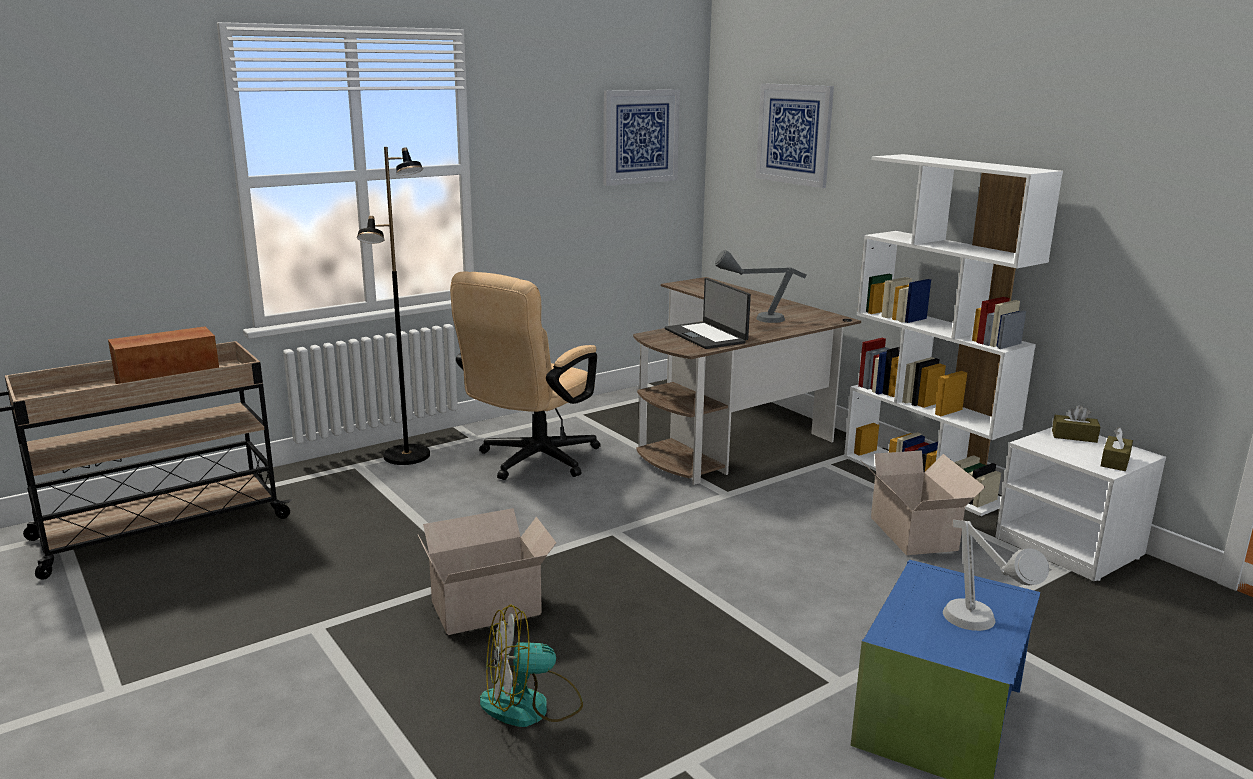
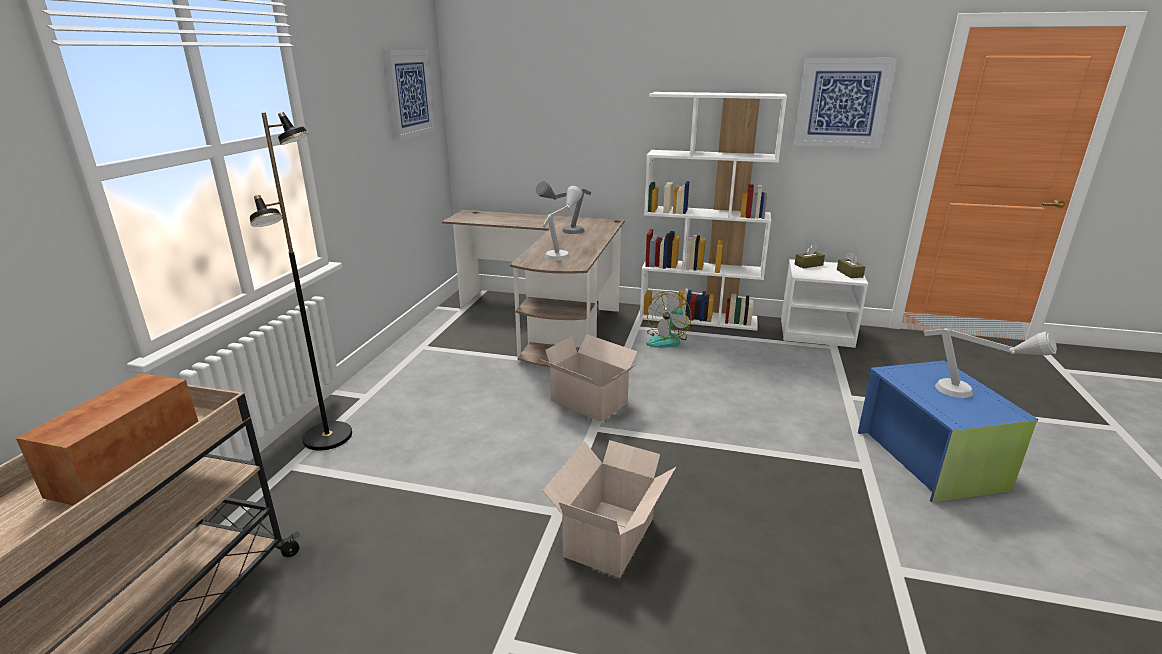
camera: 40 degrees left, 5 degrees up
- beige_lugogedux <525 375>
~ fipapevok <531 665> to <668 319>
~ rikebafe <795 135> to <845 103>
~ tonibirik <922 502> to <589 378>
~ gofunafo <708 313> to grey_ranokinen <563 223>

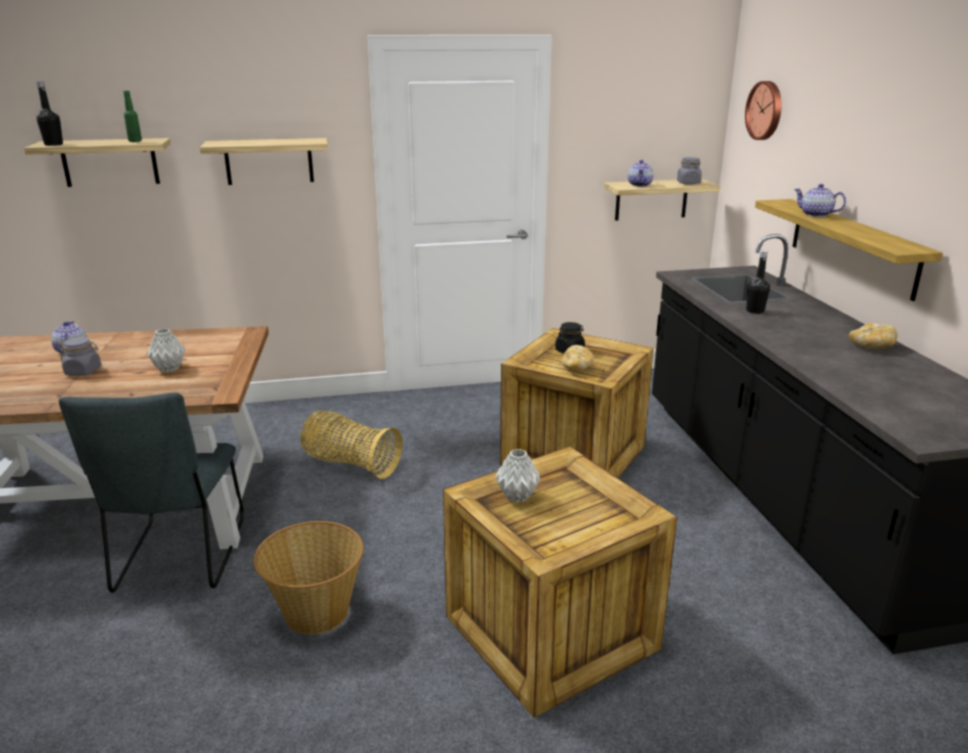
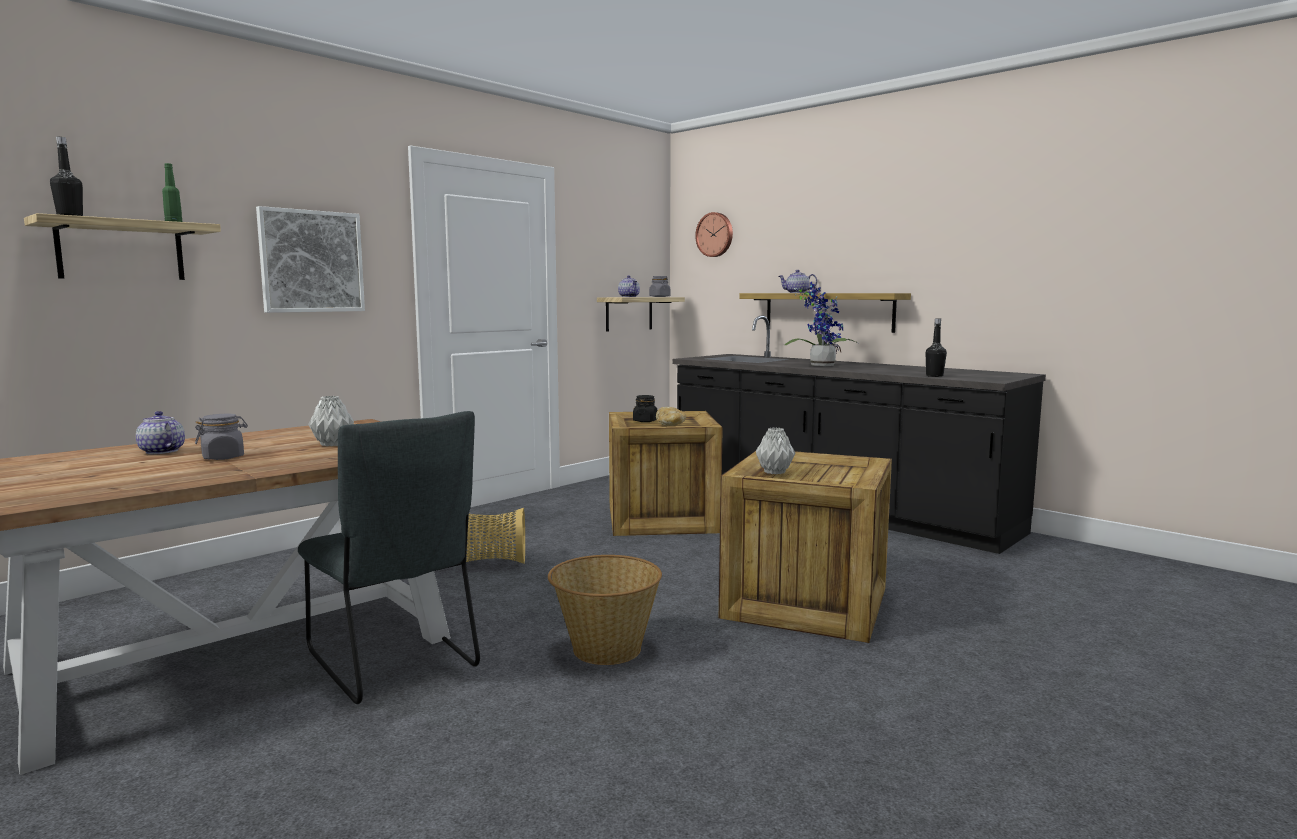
camera: 35 degrees left, 15 degrees down
- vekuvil <873 336>
+ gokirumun <821 324>
~ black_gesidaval <758 282> to <936 347>
~ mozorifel <264 161> to rikebafe <310 259>

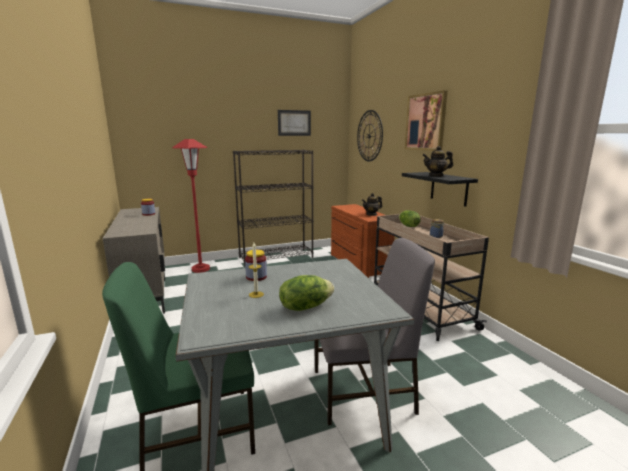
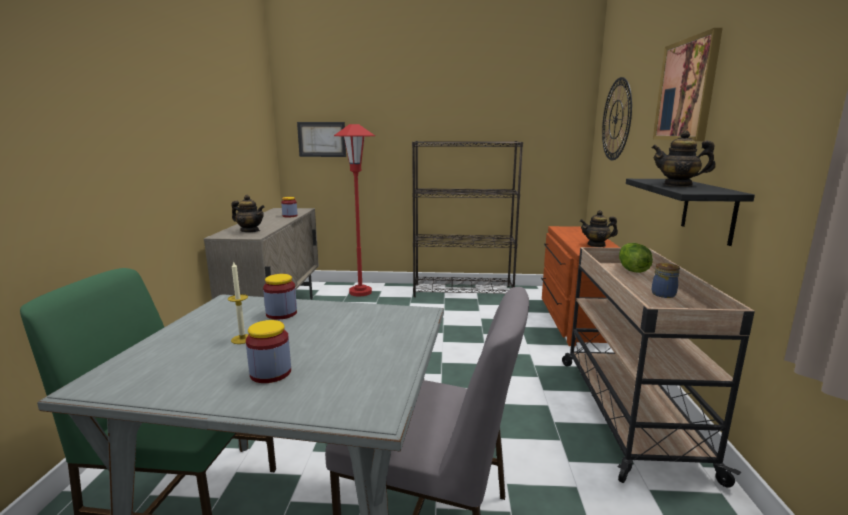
camera: 25 degrees right, 0 degrees up
+ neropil <248 213>
~ rikebafe <294 123> to <321 139>
~ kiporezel <306 293> to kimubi <268 351>

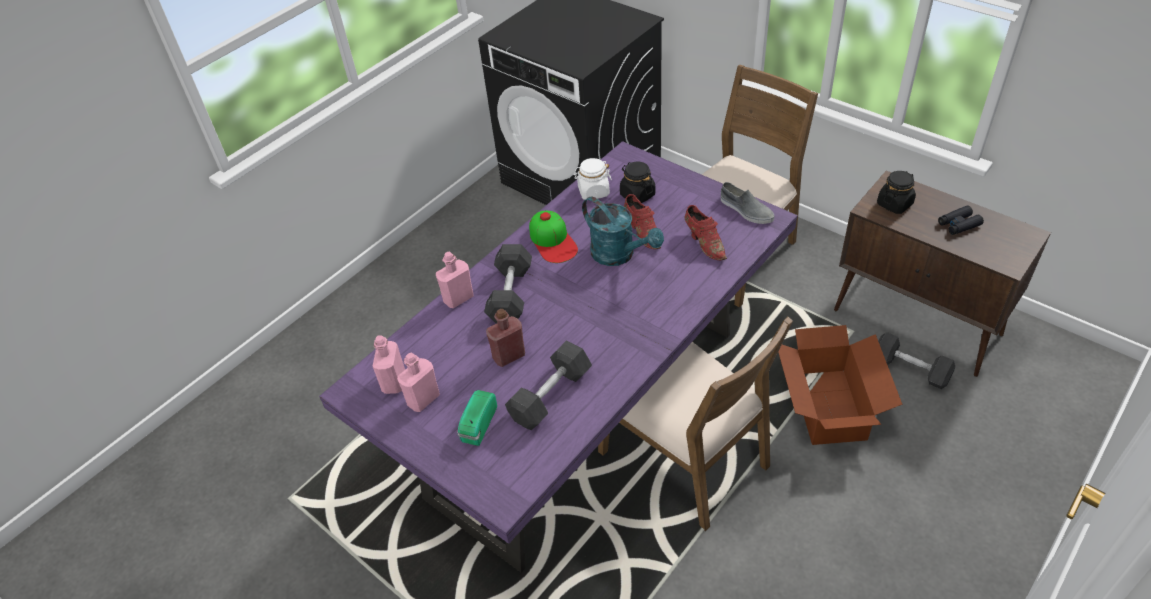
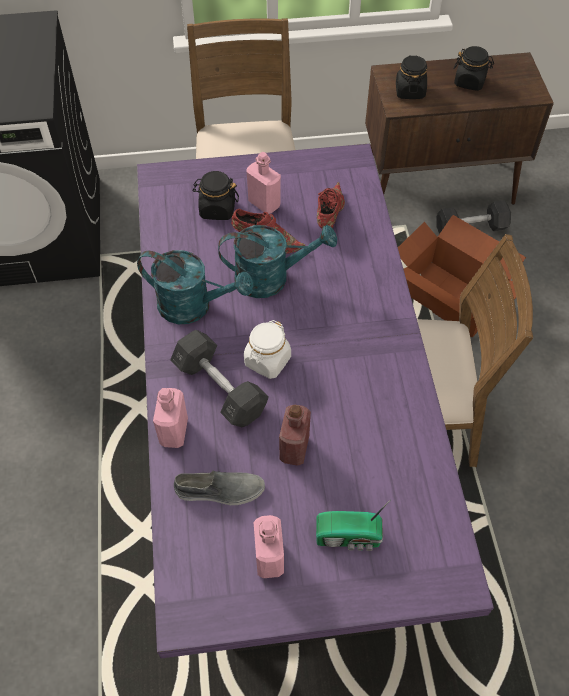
camera: 50 degrees left, 10 degrees up
- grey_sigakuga <548 385>
~ pink_gesidaval <389 364> to <264 183>
~ white_kimubi <592 179> to <267 349>
~ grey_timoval <747 203> to <219 487>
~ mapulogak <553 237> to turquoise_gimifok <195 287>
~ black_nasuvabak <961 220> to black_kimubi <473 68>
~ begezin <477 418> = <353 525> 60 degrees counterclockwise
~ red_timoval <706 232> = <331 205> 90 degrees counterclockwise

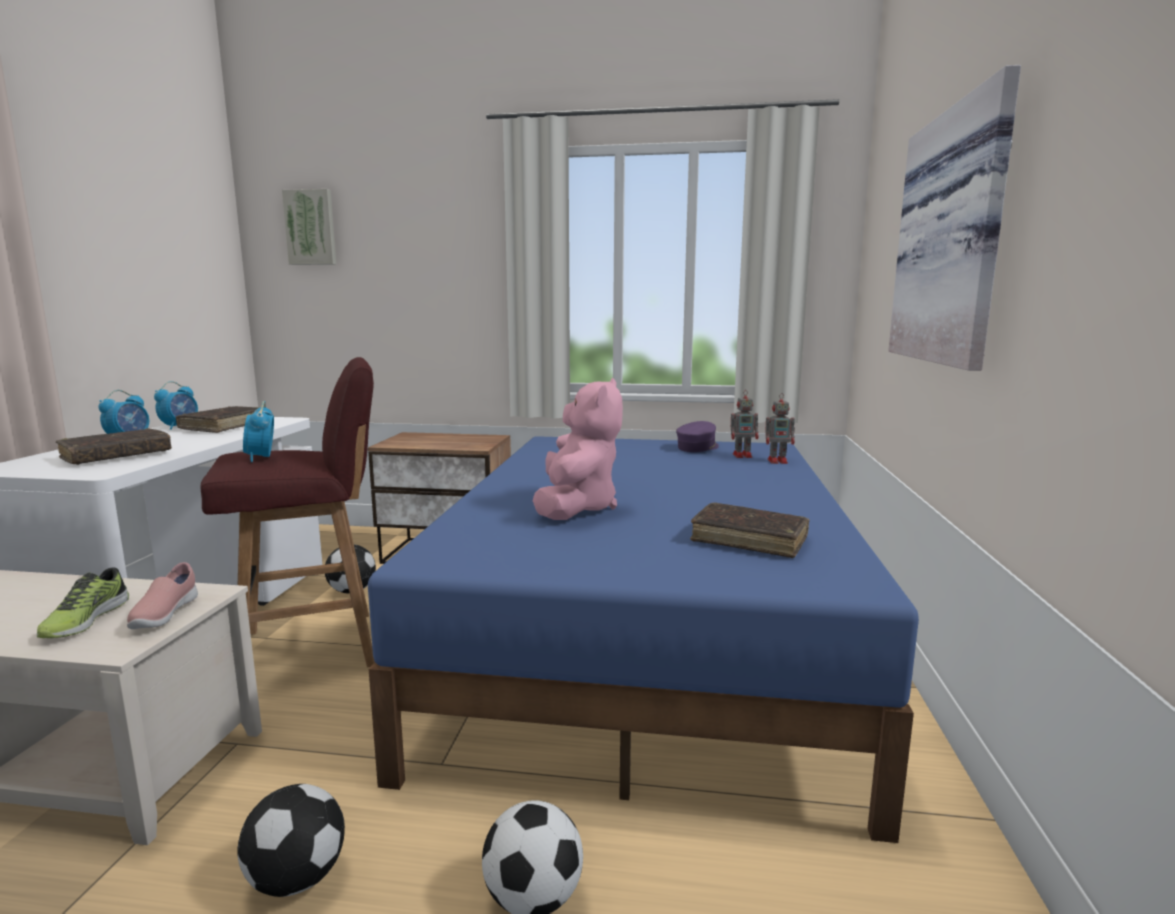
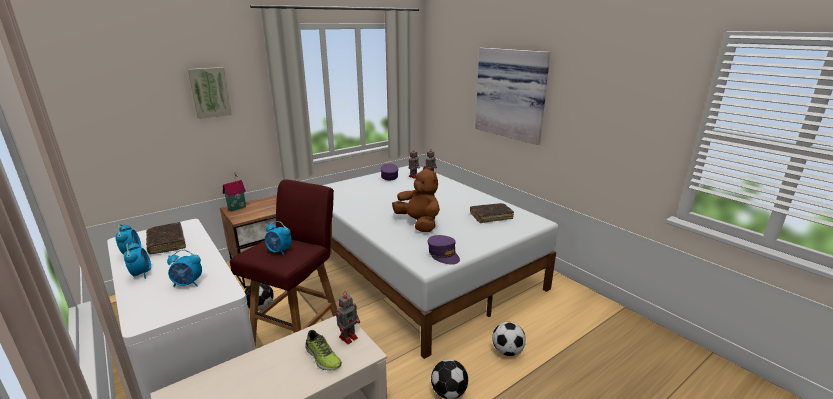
camera: 45 degrees left, 10 degrees up
+ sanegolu <234 192>
+ purple_mapulogak <444 250>
~ rikebafe <309 227> to <210 93>
~ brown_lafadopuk <114 446> to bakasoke <184 268>
~ pink_timoval <162 595> to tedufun <348 318>
~ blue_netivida <643 639> to white_netivida <440 262>
~ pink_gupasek <578 449> to brown_gupasek <416 199>

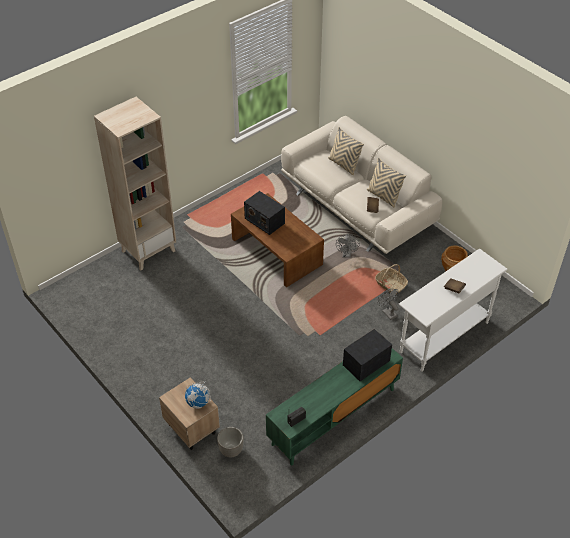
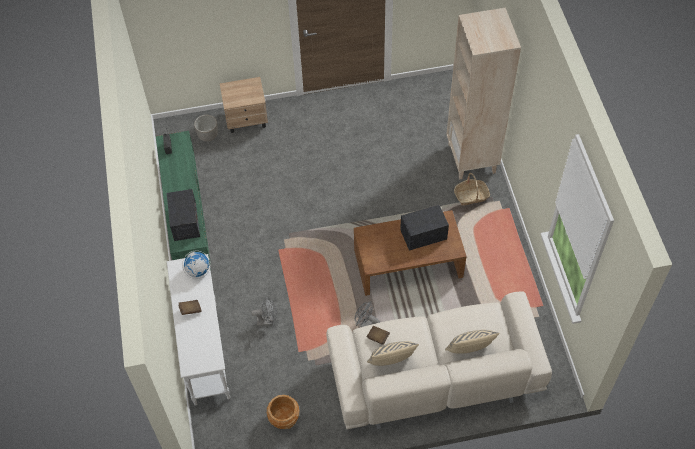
camera: 120 degrees right, 10 degrees up
~ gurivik <198 394> to <196 265>
~ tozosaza <391 279> to <472 189>

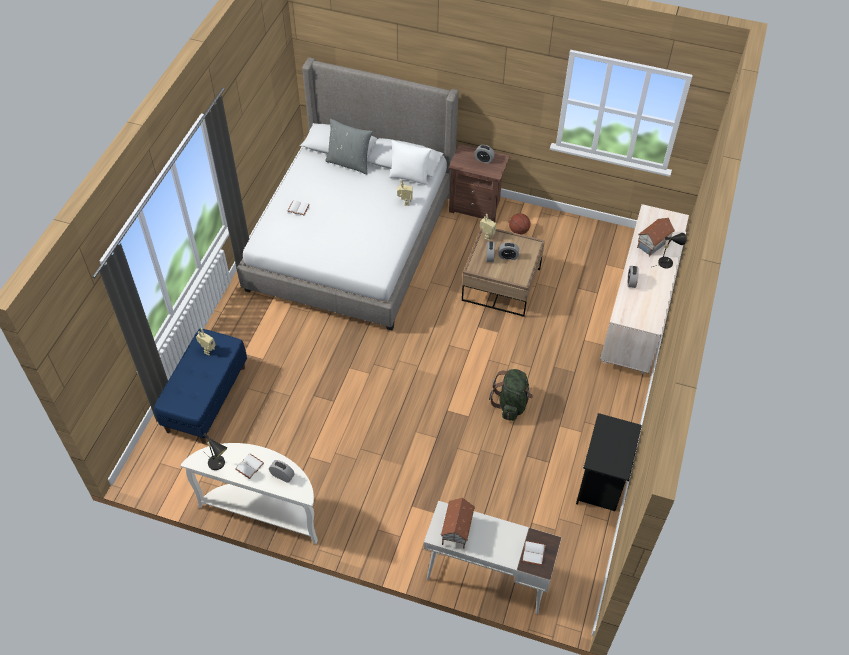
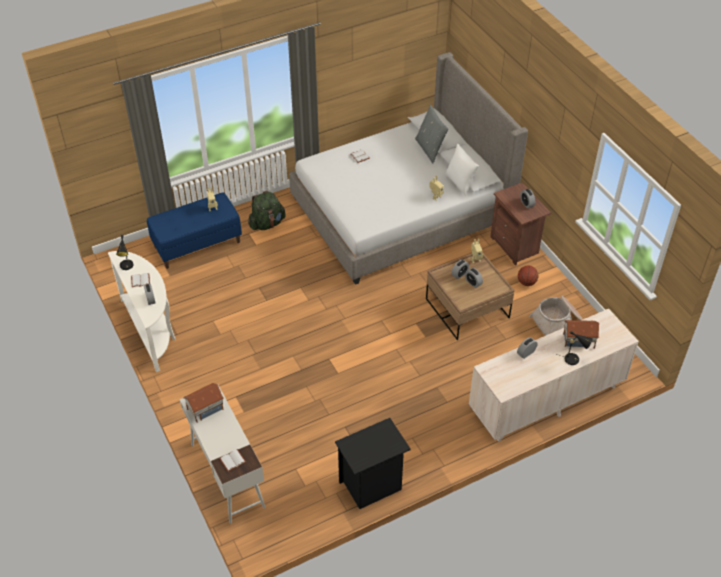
camera: 45 degrees right, 5 degrees down
+ tozosaza <556 315>
~ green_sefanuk <511 395> to <267 210>

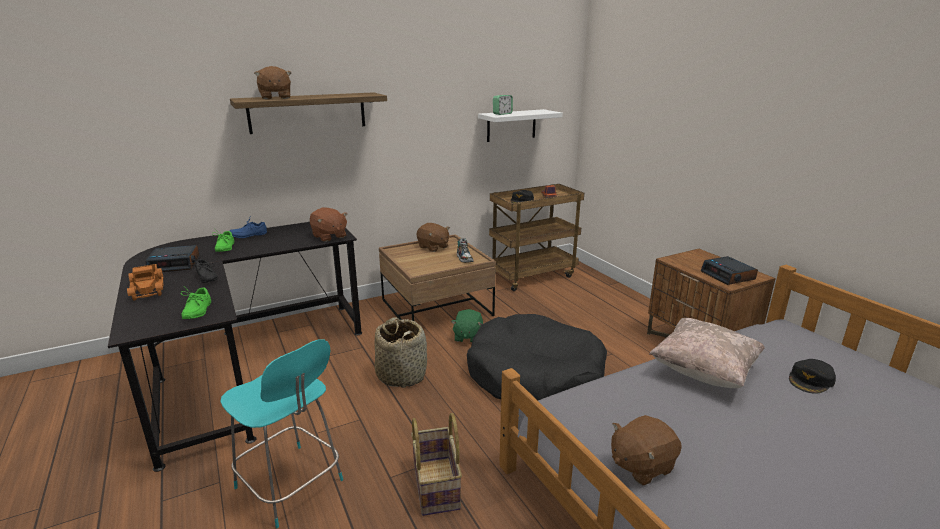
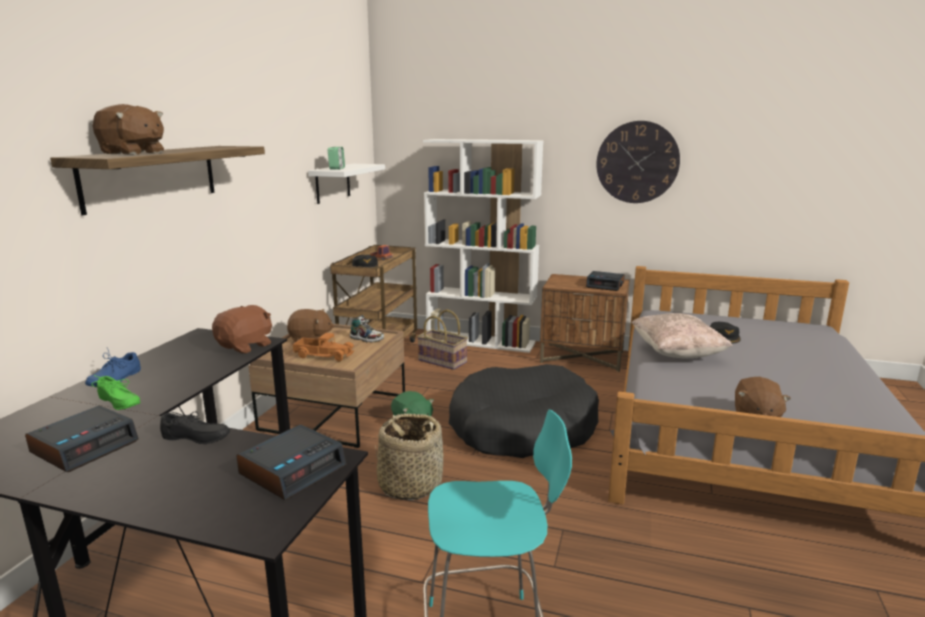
camera: 45 degrees left, 5 degrees down
+ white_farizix <483 246>
+ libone <638 162>
~ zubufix <145 282> to <323 347>
~ tozosaza <436 464> to <442 339>
~ green_timoval <196 302> to bakasoke <291 462>
~ brown_gupasek <328 225> = <242 329> 60 degrees counterclockwise

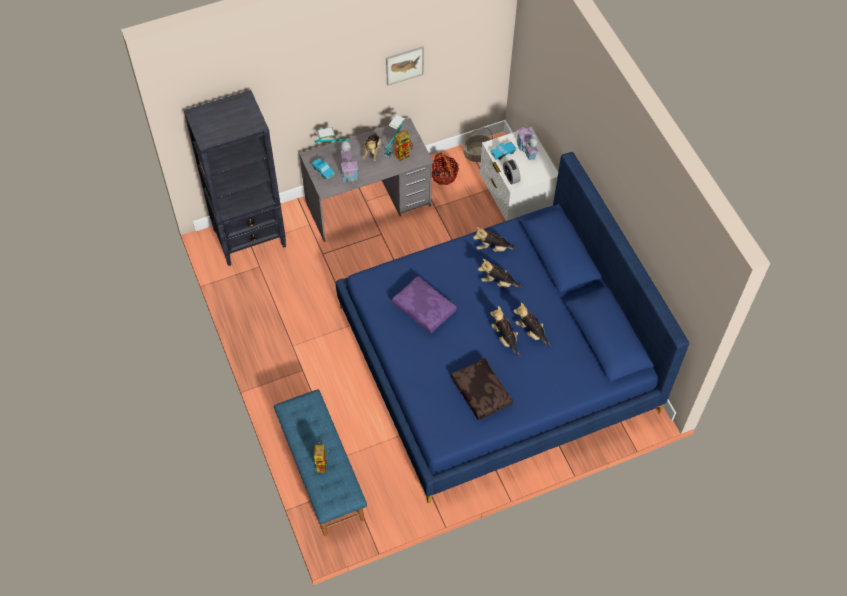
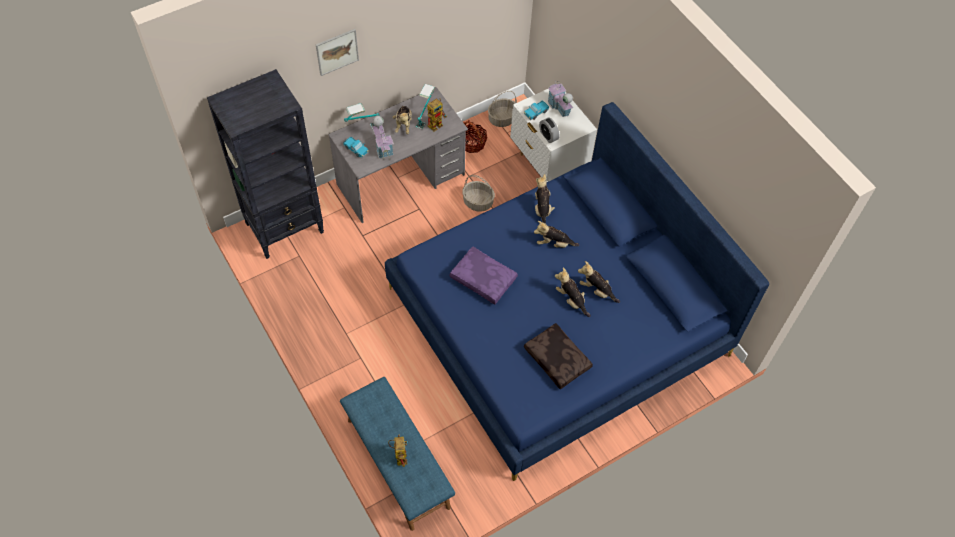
camera: 10 degrees left, 0 degrees up
+ tozosaza <478 193>
~ rikebafe <405 66> to <337 52>
~ gupasek <495 239> = <545 199> 90 degrees clockwise

